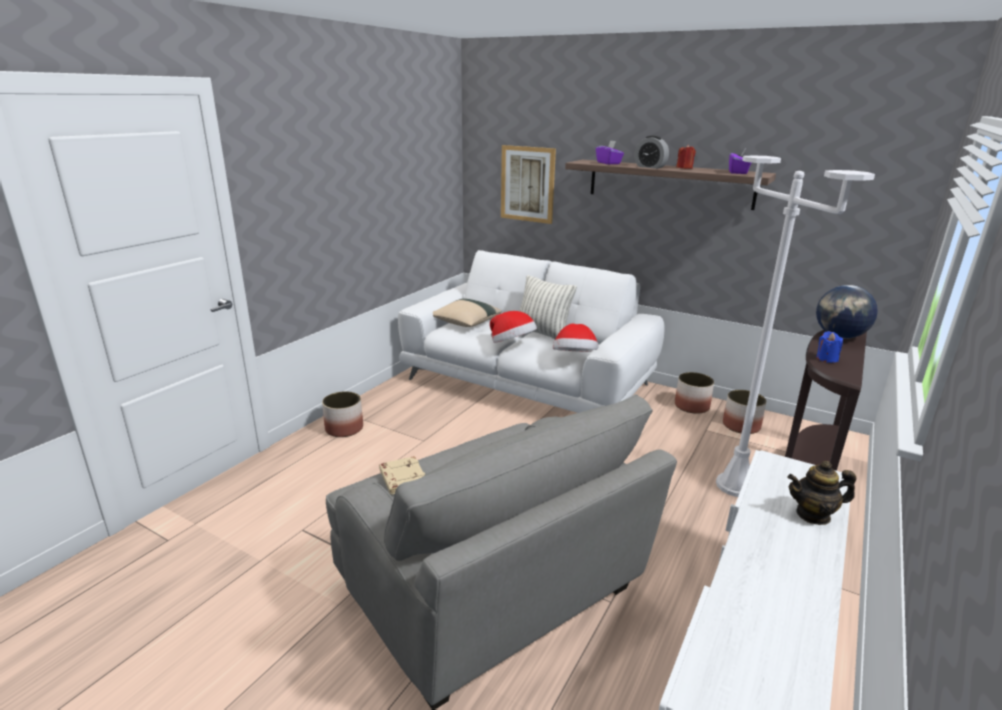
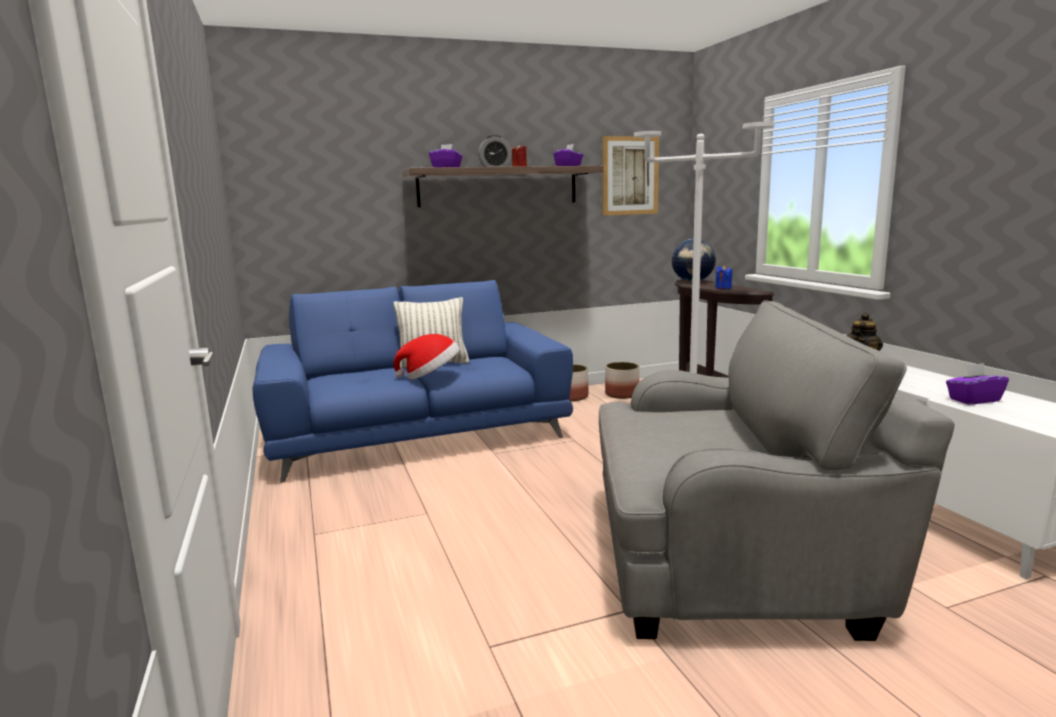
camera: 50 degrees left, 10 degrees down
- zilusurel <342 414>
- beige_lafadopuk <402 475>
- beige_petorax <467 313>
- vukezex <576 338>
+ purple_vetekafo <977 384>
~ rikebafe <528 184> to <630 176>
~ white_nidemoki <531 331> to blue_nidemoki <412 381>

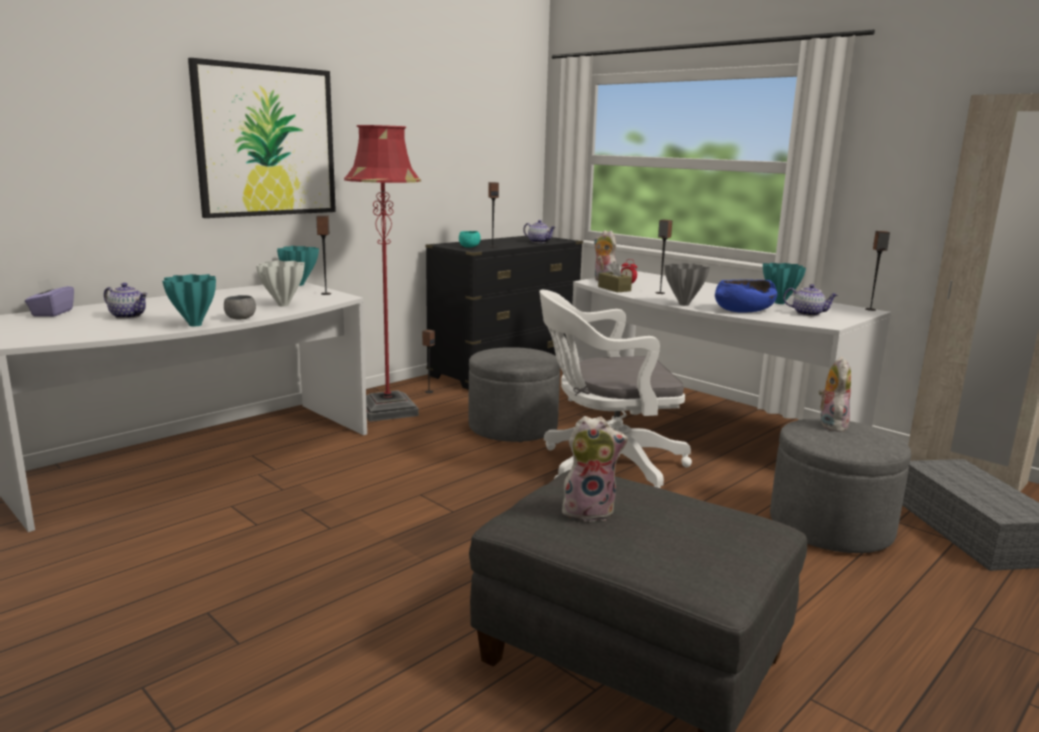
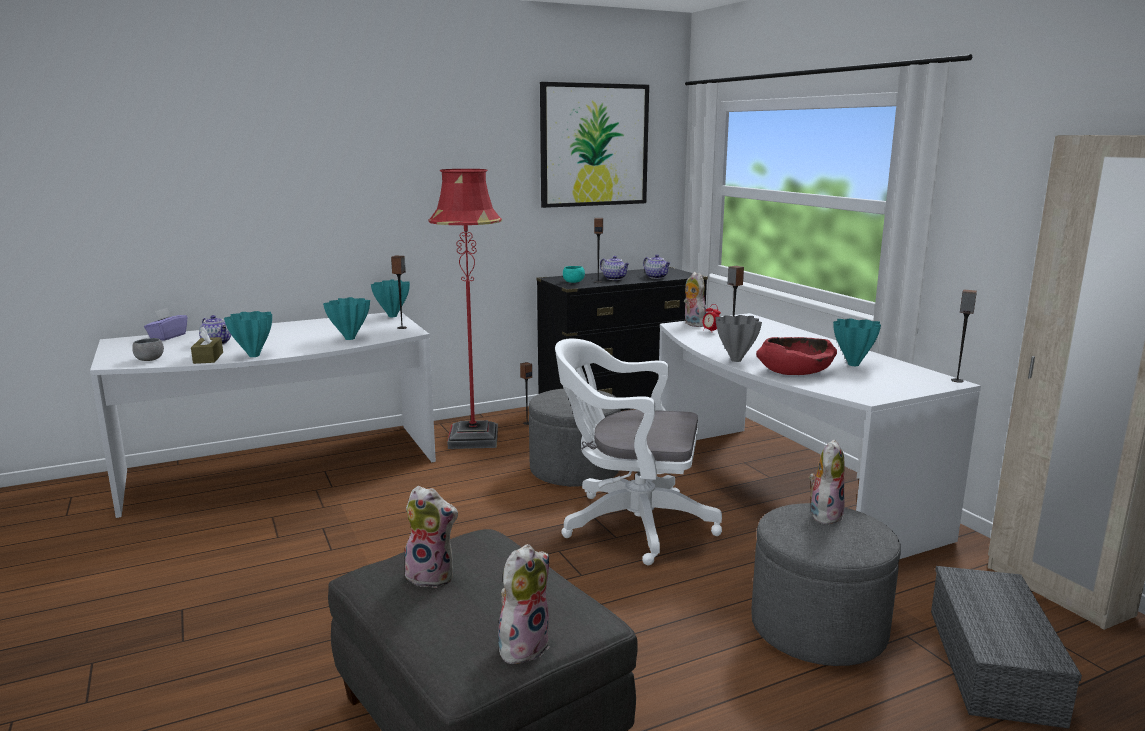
camera: 20 degrees right, 0 degrees up
+ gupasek <524 604>
~ rikebafe <262 138> to <594 145>
~ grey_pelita <240 307> to <148 349>
~ brown_vetekafo <615 276> to <207 345>
~ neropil <810 300> to <615 268>
~ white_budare <280 283> to turquoise_budare <346 318>
~ blue_pelita <746 296> to red_pelita <796 356>

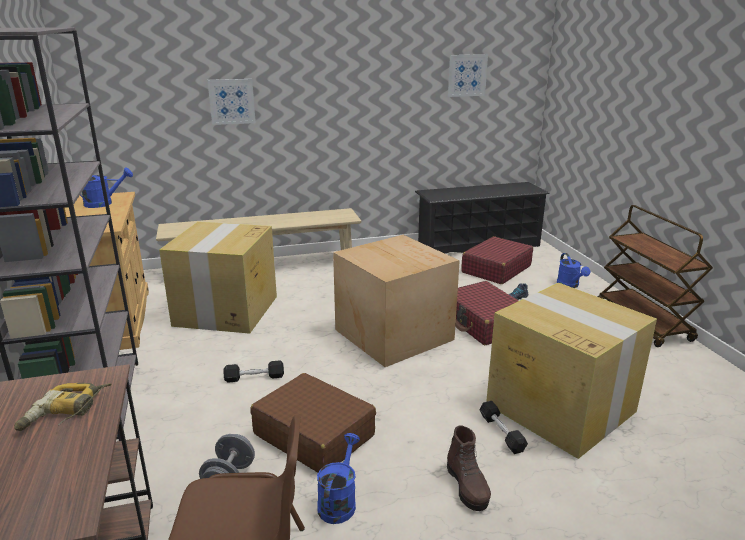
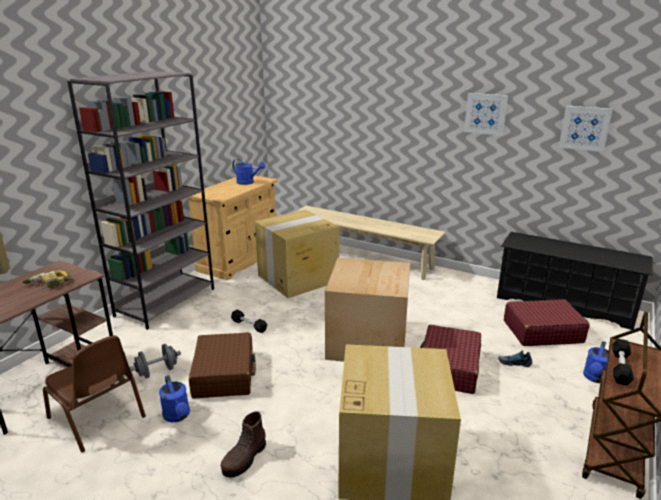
camera: 45 degrees right, 0 degrees up
~ rikebafe <231 102> to <486 114>
~ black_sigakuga <504 427> to <623 362>
~ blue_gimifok <338 478> = <174 398> 90 degrees clockwise

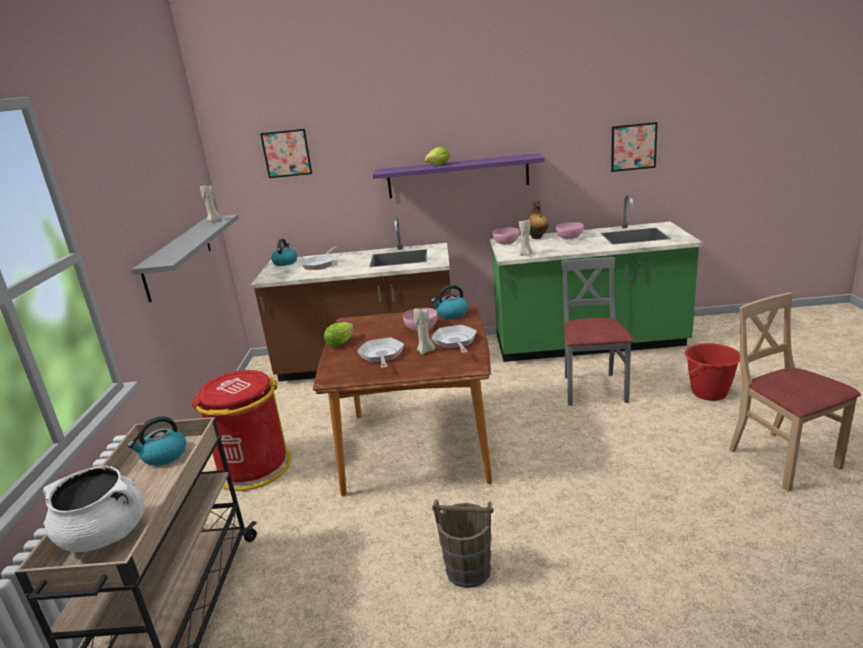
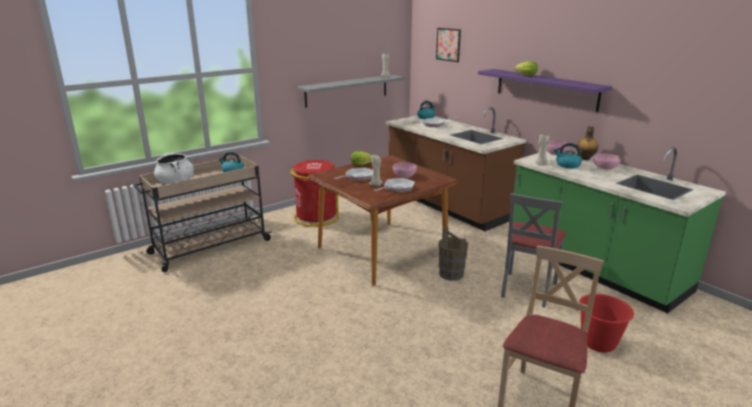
camera: 50 degrees right, 0 degrees up
- rikebafe <634 147>
~ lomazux <449 302> to <568 155>
~ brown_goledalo <462 543> to <453 254>
~ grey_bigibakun <597 331> = <533 250> 150 degrees clockwise

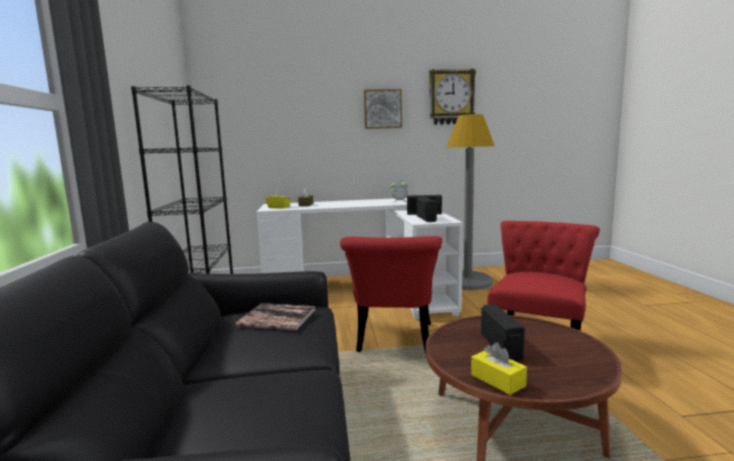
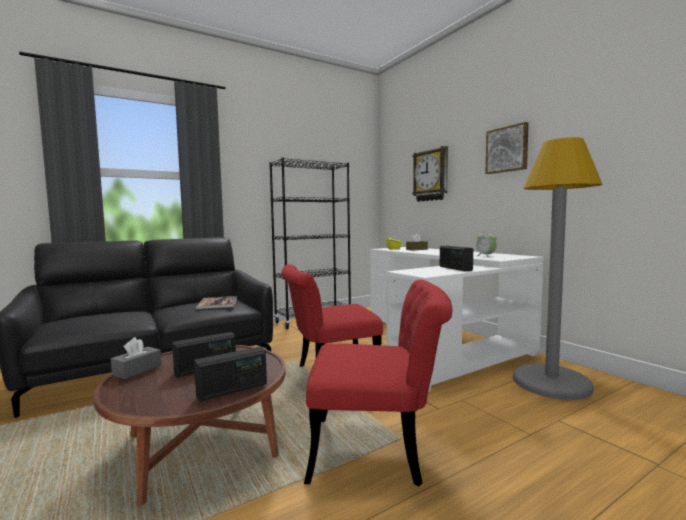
camera: 65 degrees right, 5 degrees down
~ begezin <427 209> to <230 374>
~ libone <452 97> to <430 174>
~ yellow_vetekafo <499 368> to grey_vetekafo <136 358>

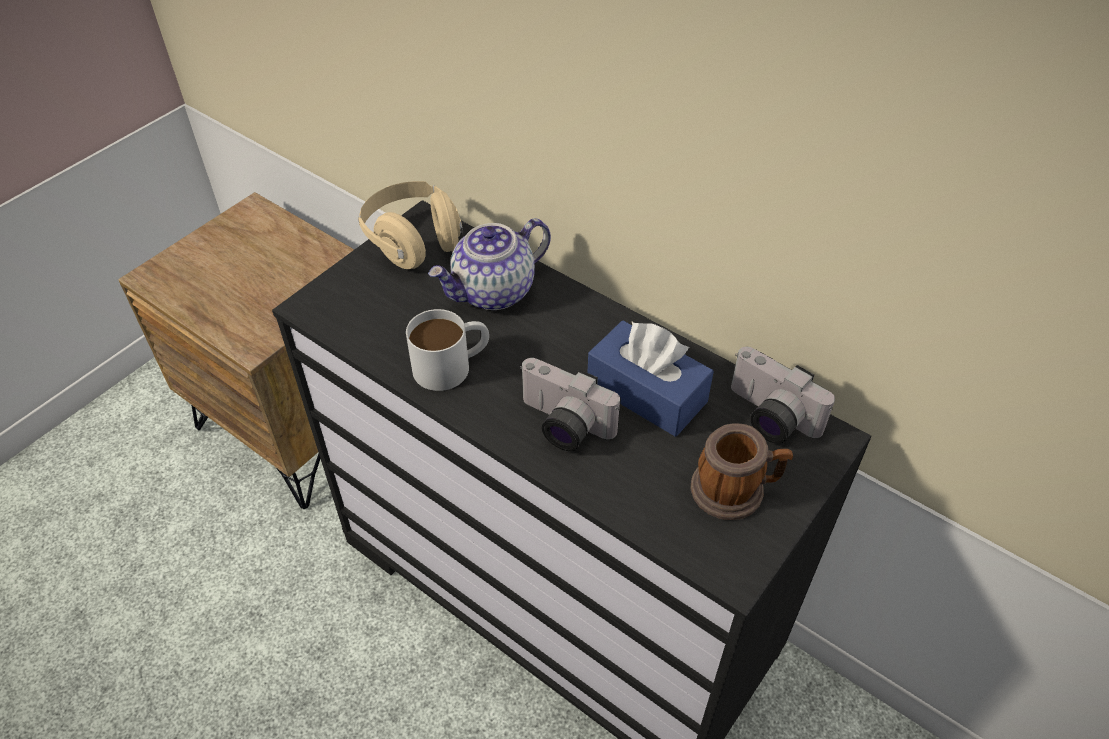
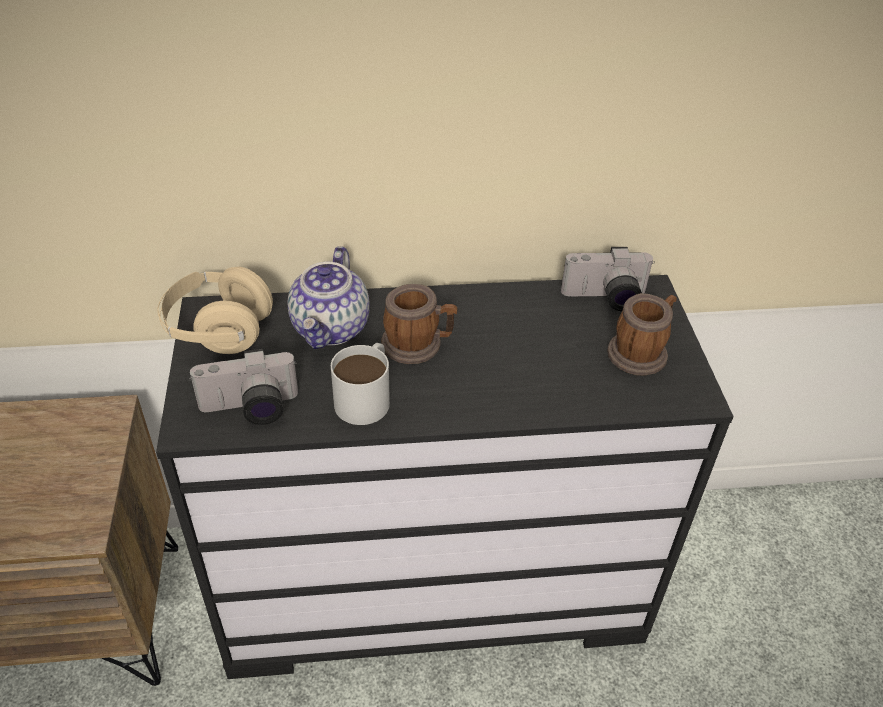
camera: 45 degrees left, 5 degrees down
- blue_vetekafo <651 379>
+ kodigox <419 324>
~ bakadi <570 404> to <243 387>

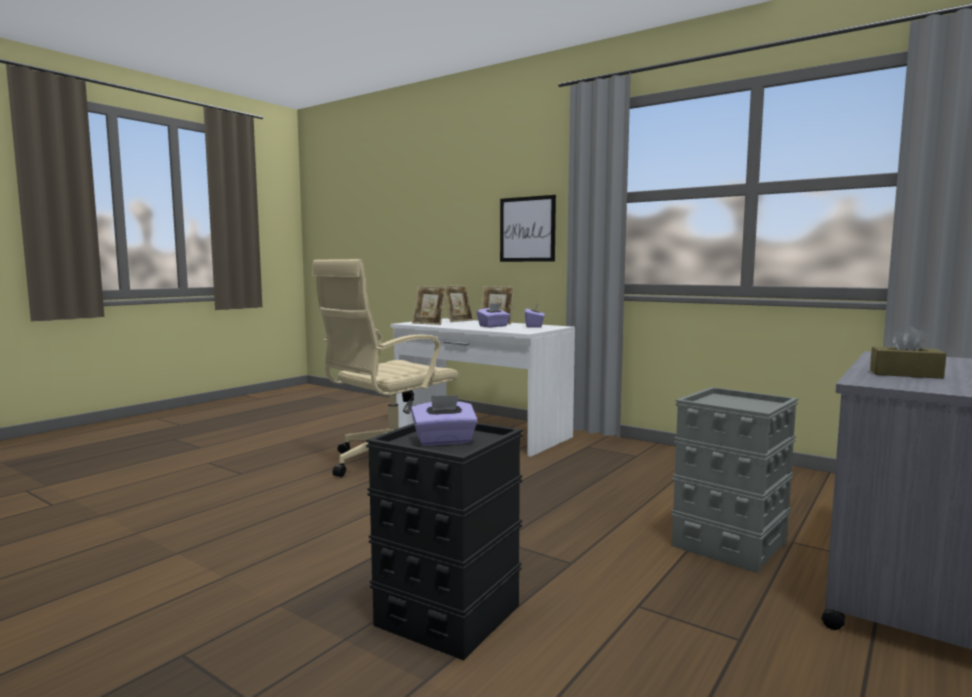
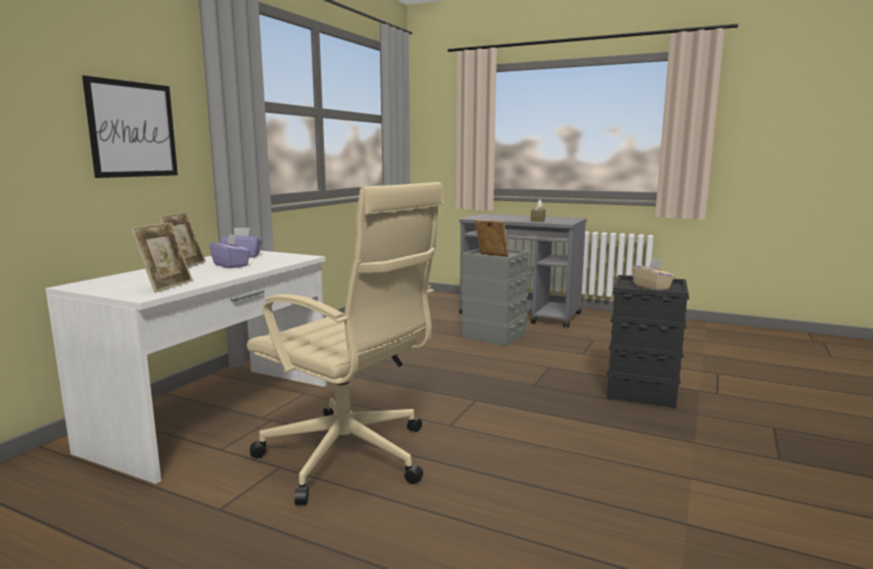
camera: 100 degrees left, 5 degrees up
~ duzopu <458 304> to <492 238>
~ purple_vetekafo <444 420> to beige_vetekafo <653 274>

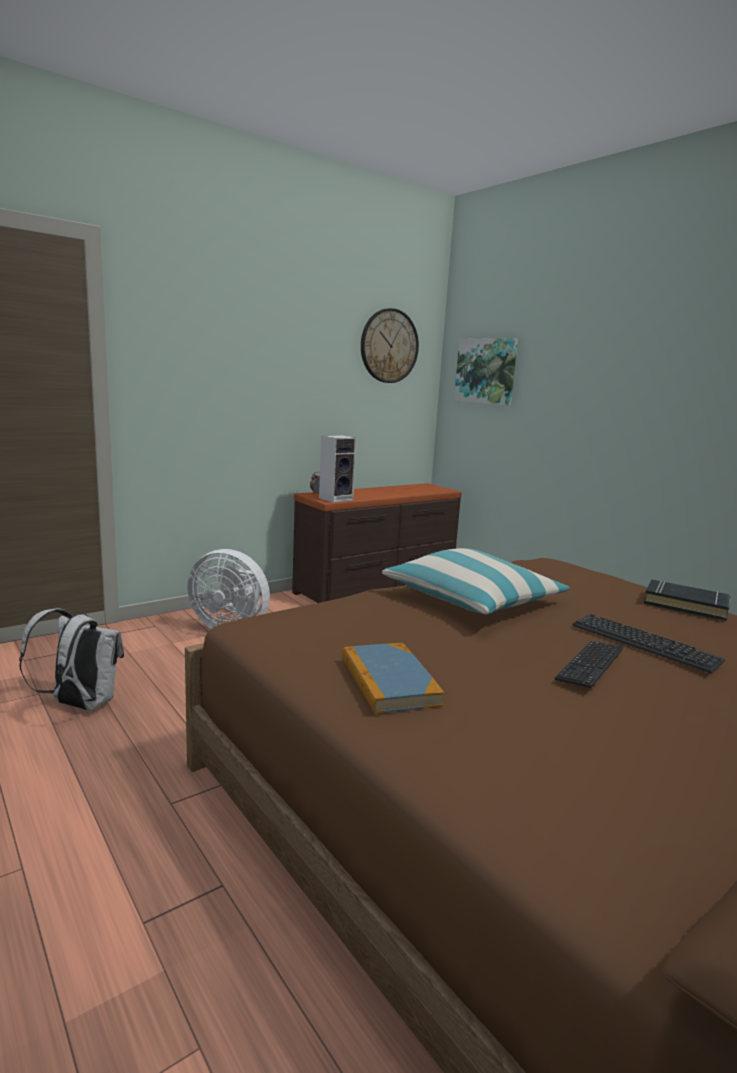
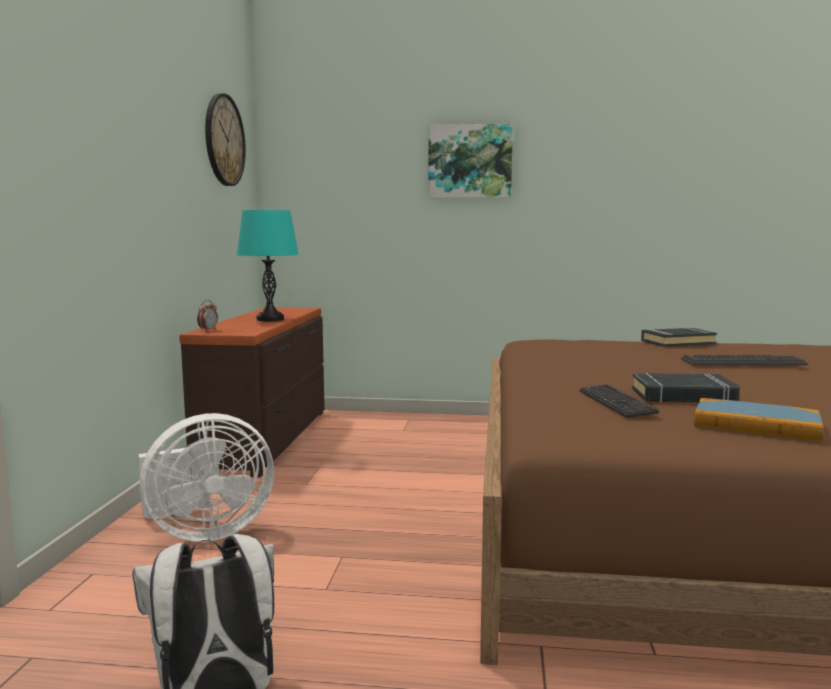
camera: 45 degrees left, 5 degrees down
- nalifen <338 469>
- petorax <476 581>
+ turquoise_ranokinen <268 265>
+ black_lafadopuk <686 388>
~ rikebafe <486 372> to <470 160>
~ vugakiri <589 664> to <619 401>

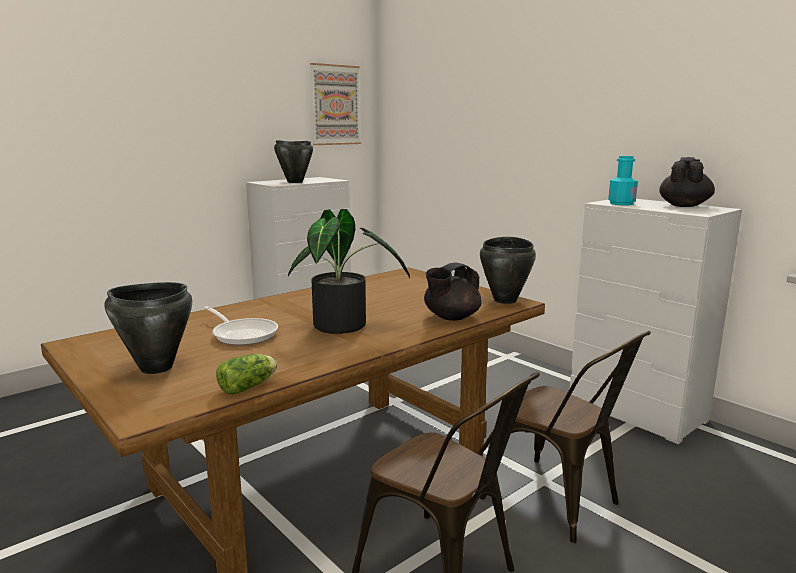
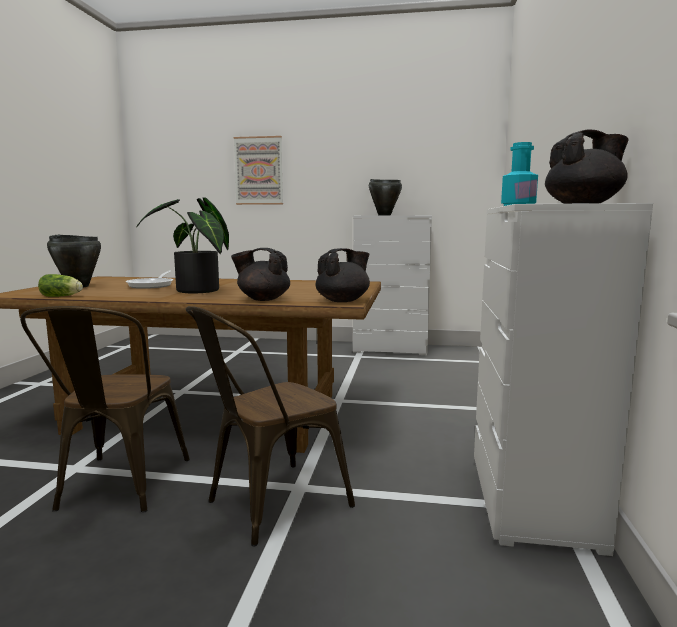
camera: 50 degrees right, 5 degrees down
~ rikebafe <335 104> to <258 170>
~ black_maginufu <508 270> to black_neropil <343 275>
~ brown_bigibakun <565 437> = <270 426> 45 degrees clockwise

